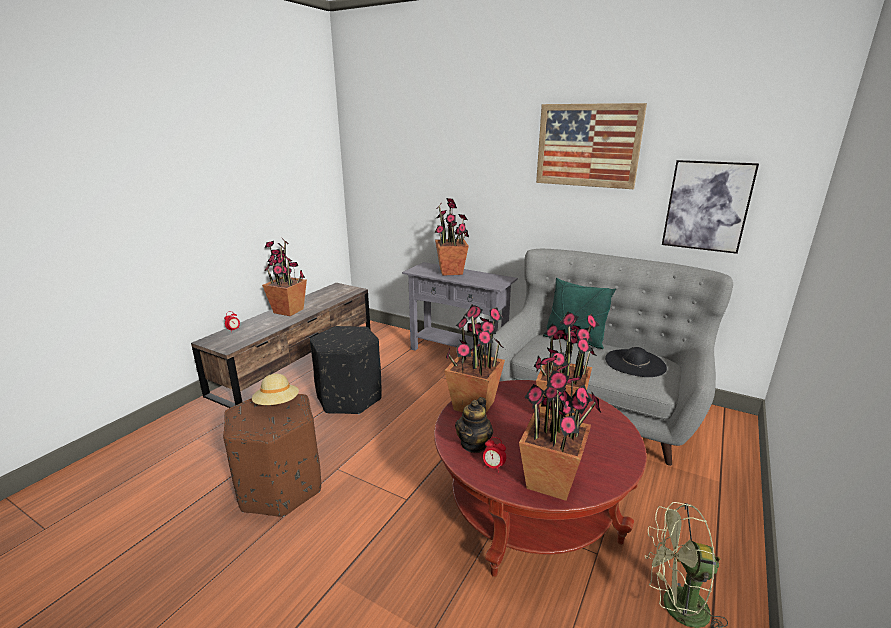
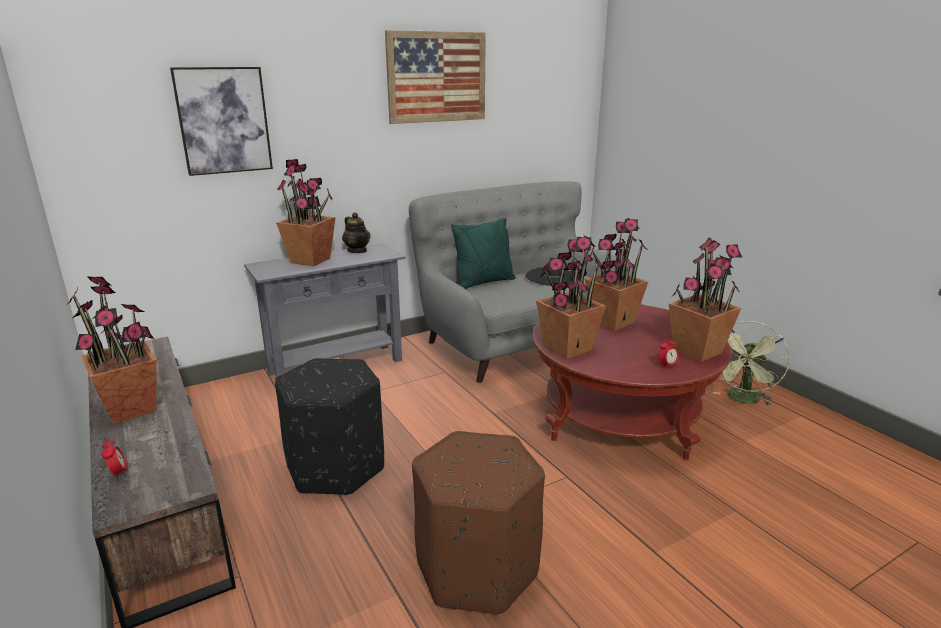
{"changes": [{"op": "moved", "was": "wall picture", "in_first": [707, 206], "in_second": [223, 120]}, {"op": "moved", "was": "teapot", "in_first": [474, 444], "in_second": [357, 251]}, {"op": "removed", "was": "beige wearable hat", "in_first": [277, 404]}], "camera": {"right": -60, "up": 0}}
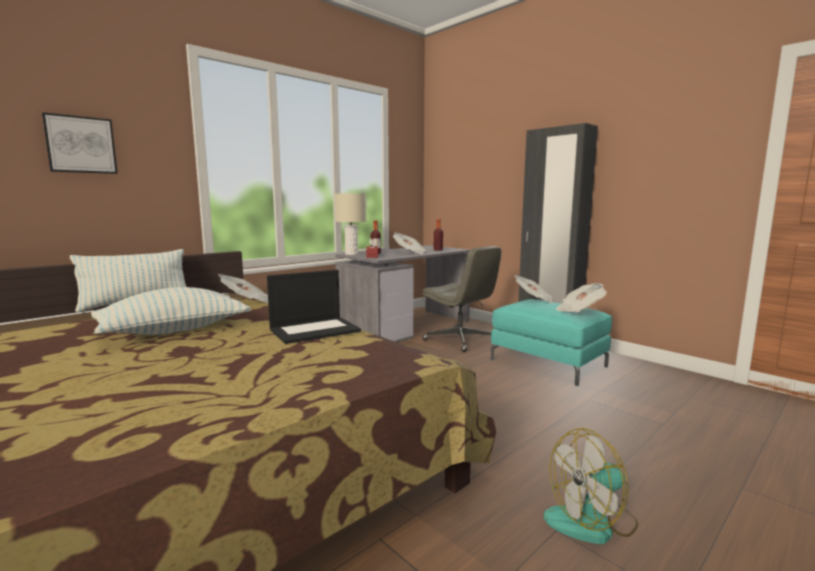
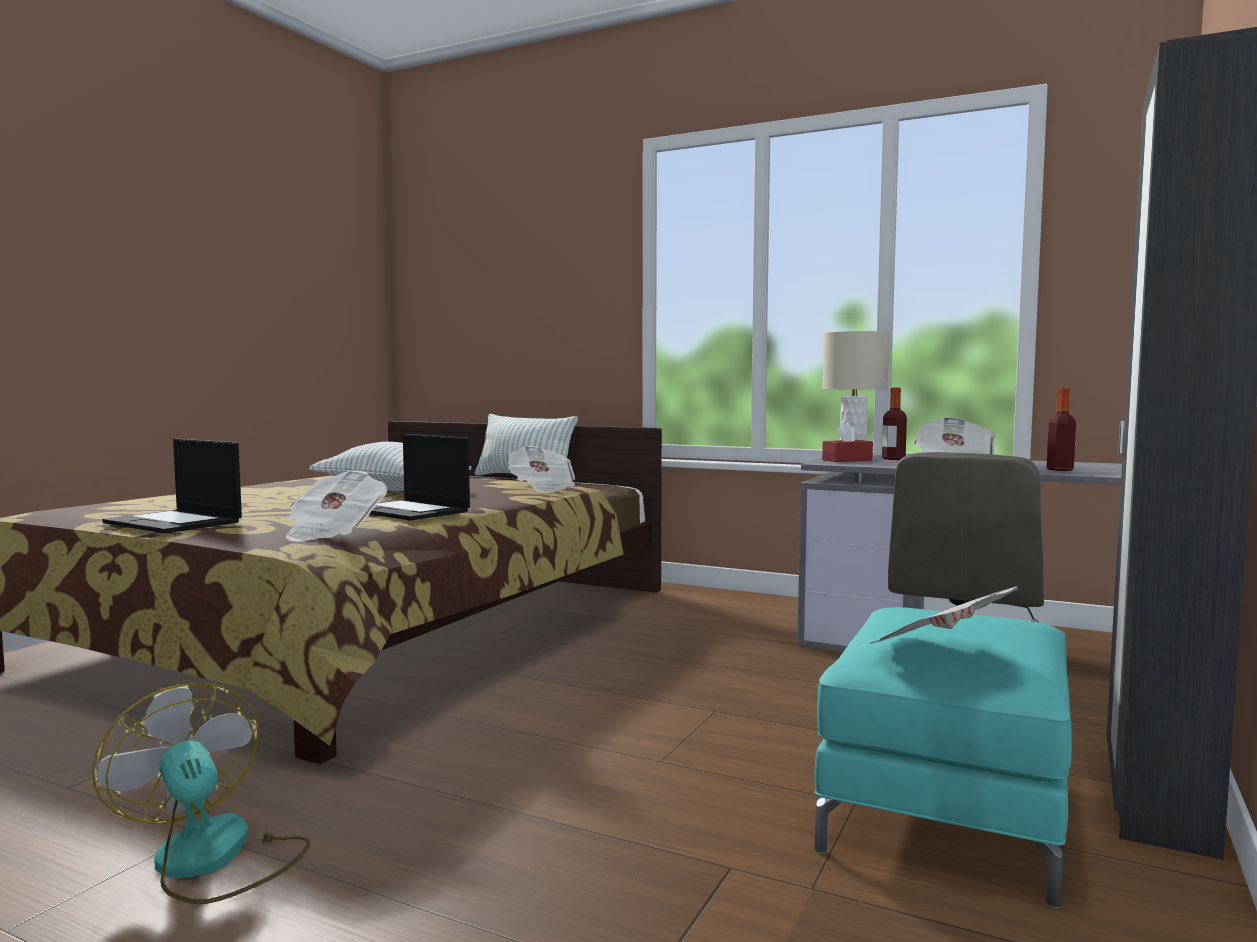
{"changes": [{"op": "added", "now": "notebook computer", "in_second": [175, 522]}, {"op": "moved", "was": "printed paper", "in_first": [534, 300], "in_second": [333, 533]}, {"op": "removed", "was": "wall picture", "in_first": [81, 145]}], "camera": {"right": 70, "up": -5}}
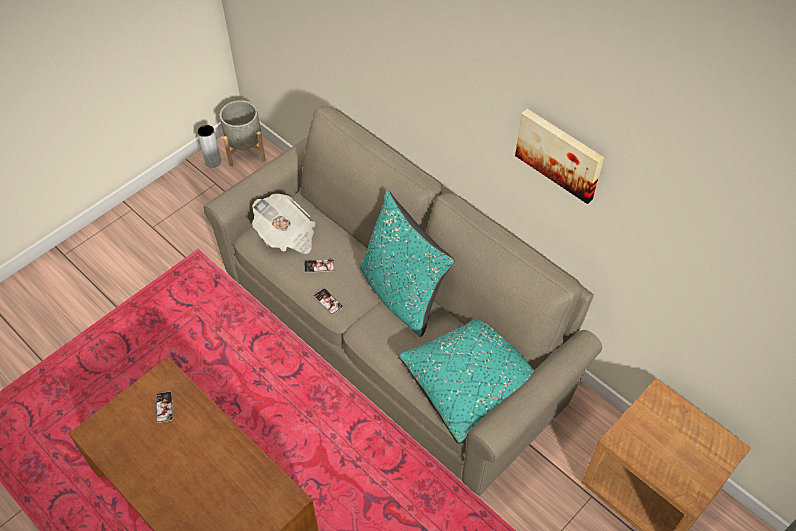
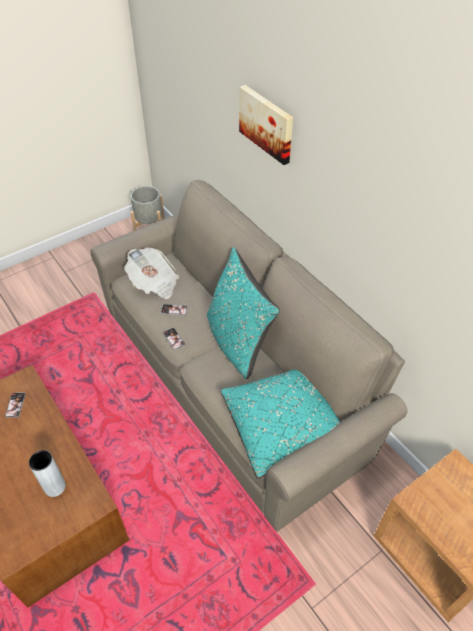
{"changes": [{"op": "moved", "was": "grey decorative vase", "in_first": [213, 162], "in_second": [55, 487]}, {"op": "moved", "was": "wall picture", "in_first": [560, 154], "in_second": [267, 123]}], "camera": {"right": 10, "up": -5}}
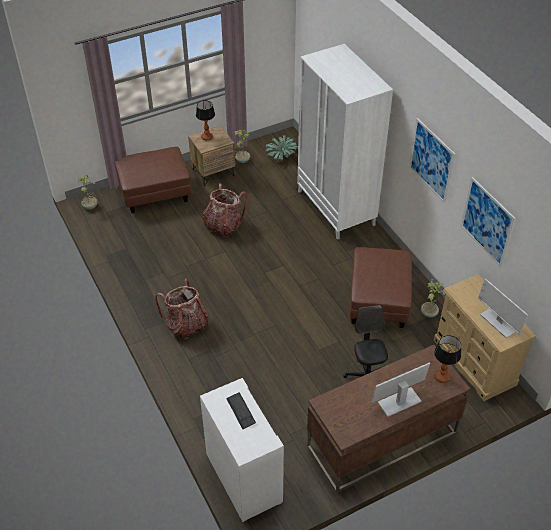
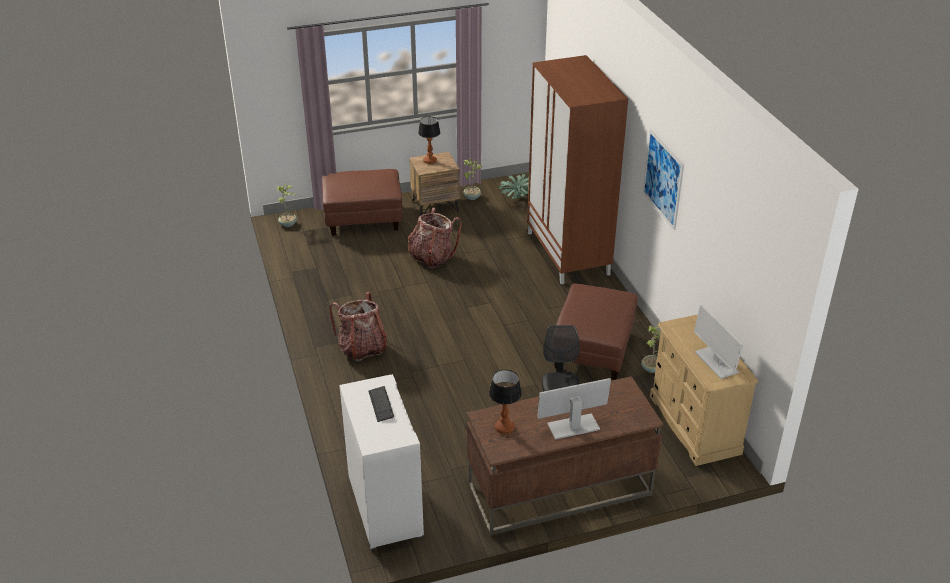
{"changes": [{"op": "moved", "was": "table lamp", "in_first": [442, 376], "in_second": [504, 427]}, {"op": "recoloured", "was": "whitish clothes cupboard", "now": "brownish clothes cupboard", "in_first": [336, 208], "in_second": [568, 253]}, {"op": "removed", "was": "wall picture", "in_first": [487, 222]}], "camera": {"right": 10, "up": -10}}
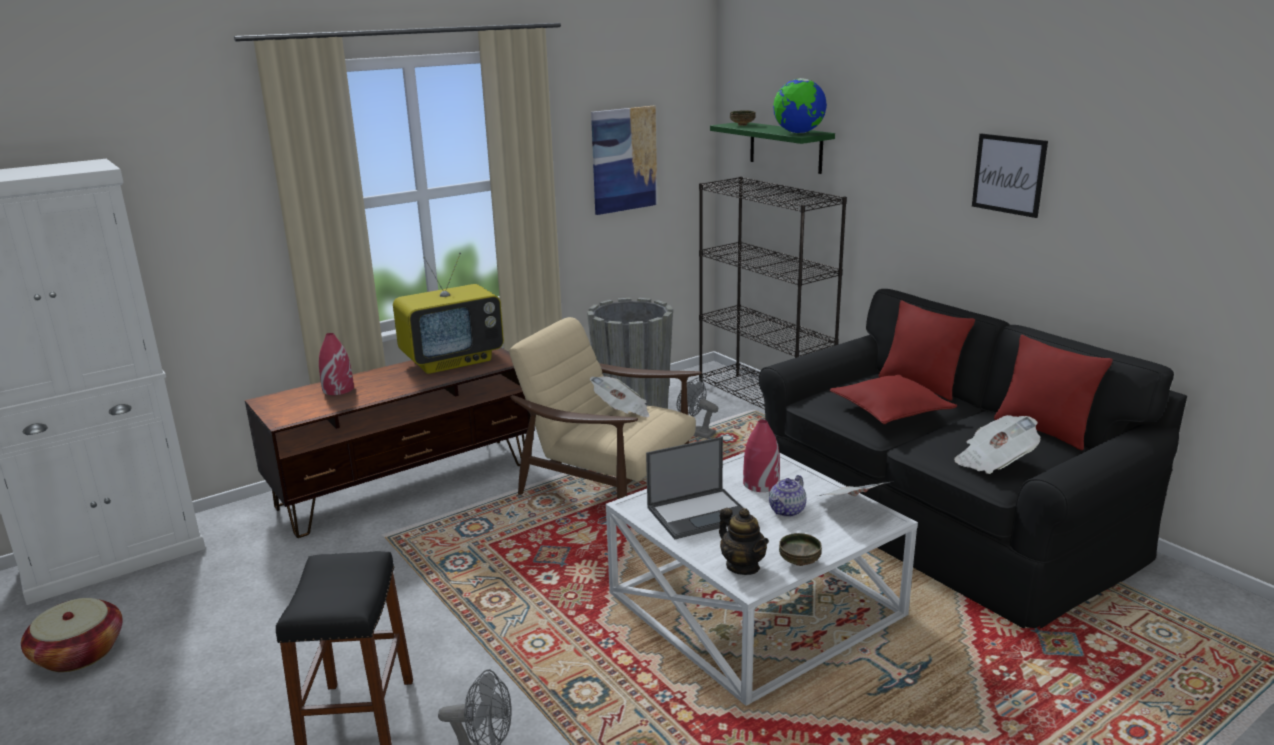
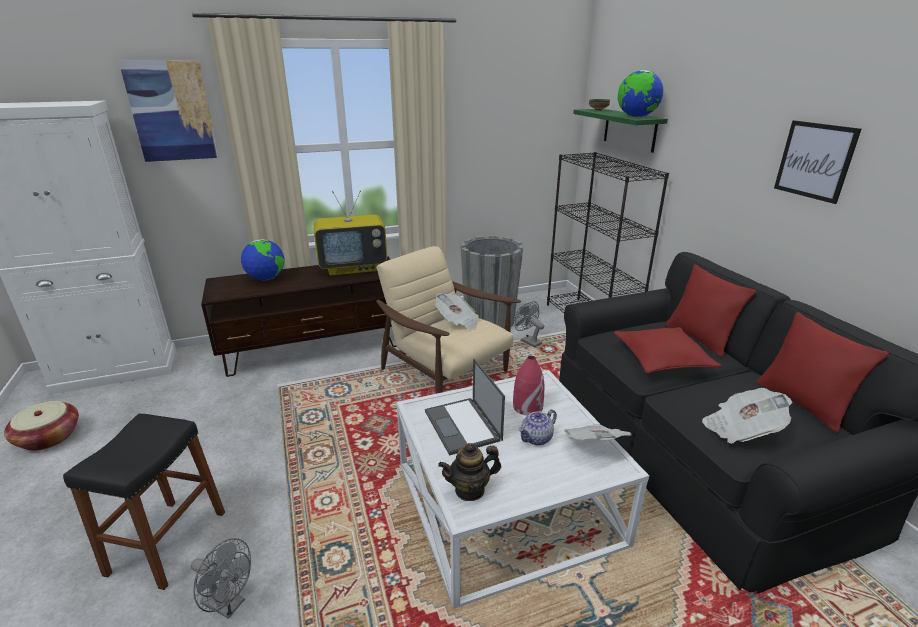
{"changes": [{"op": "moved", "was": "wall picture", "in_first": [624, 159], "in_second": [172, 111]}, {"op": "replaced", "was": "reddish decorative vase", "now": "desk globe", "in_first": [338, 389], "in_second": [266, 279]}, {"op": "turned", "was": "notebook computer", "in_first": [700, 513], "in_second": [463, 426], "clockwise": 75}, {"op": "turned", "was": "teapot", "in_first": [743, 566], "in_second": [470, 490], "clockwise": 90}, {"op": "removed", "was": "serving bowl", "in_first": [800, 562]}], "camera": {"right": 15, "up": 5}}
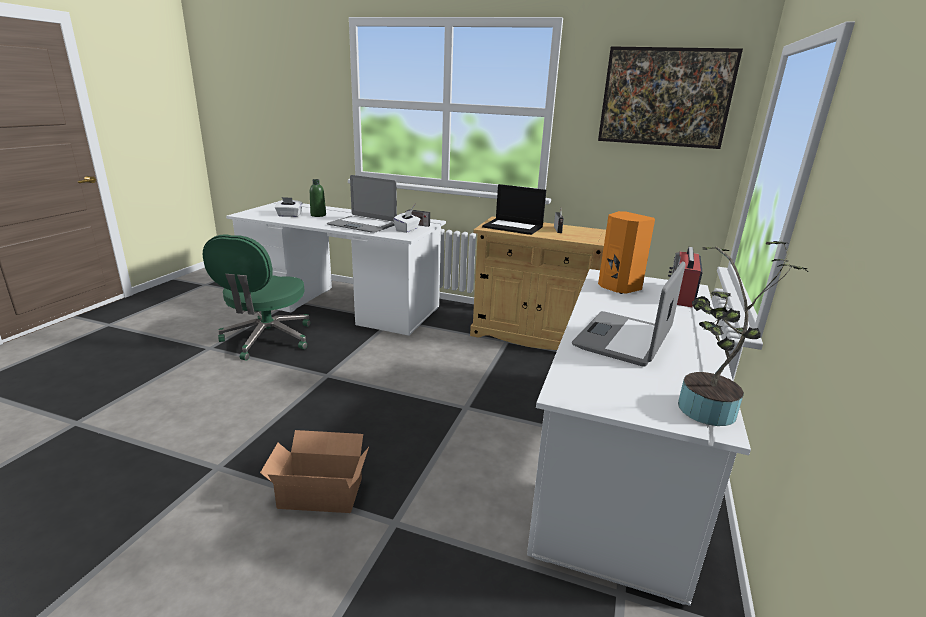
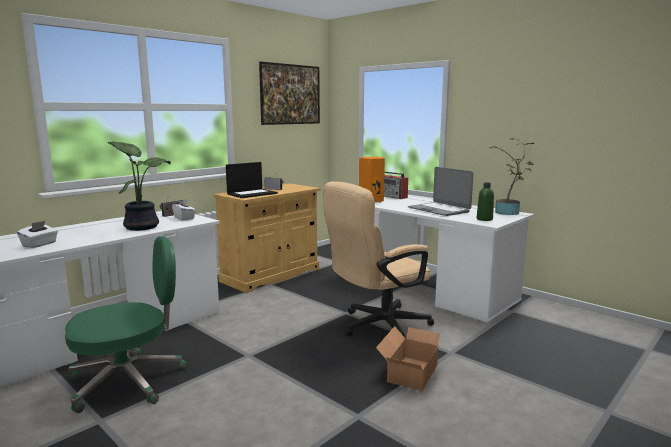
{"changes": [{"op": "turned", "was": "greenish computer chair", "in_first": [267, 339], "in_second": [129, 381], "clockwise": -60}, {"op": "replaced", "was": "notebook computer", "now": "potted plant", "in_first": [362, 225], "in_second": [142, 226]}, {"op": "added", "now": "beige computer chair", "in_second": [377, 326]}, {"op": "moved", "was": "greenish drink bottle", "in_first": [318, 215], "in_second": [484, 219]}], "camera": {"right": -65, "up": -10}}
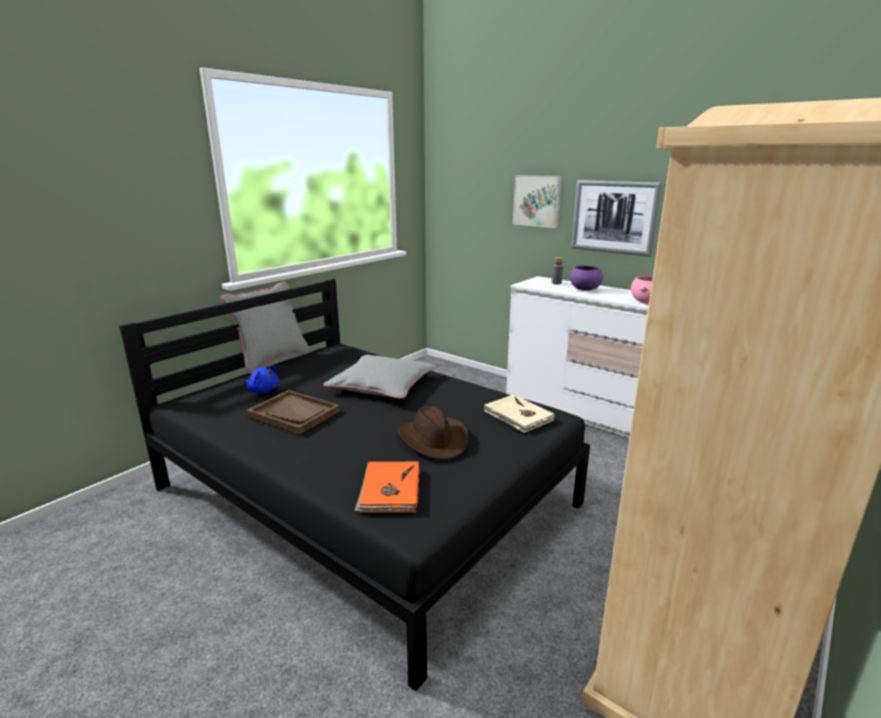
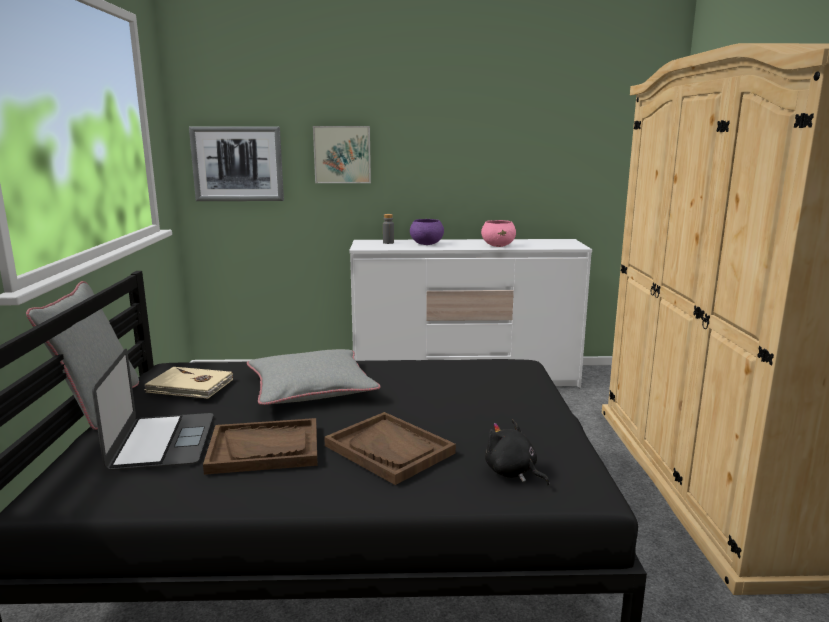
{"changes": [{"op": "replaced", "was": "blue-coloured plush toy", "now": "notebook computer", "in_first": [263, 390], "in_second": [162, 441]}, {"op": "moved", "was": "beige book", "in_first": [517, 416], "in_second": [190, 386]}, {"op": "moved", "was": "wall picture", "in_first": [614, 217], "in_second": [237, 164]}, {"op": "added", "now": "brownish tray", "in_second": [389, 449]}, {"op": "replaced", "was": "orange book", "now": "black plush toy", "in_first": [389, 490], "in_second": [512, 472]}, {"op": "removed", "was": "brownish wearable hat", "in_first": [434, 440]}], "camera": {"right": -40, "up": -5}}
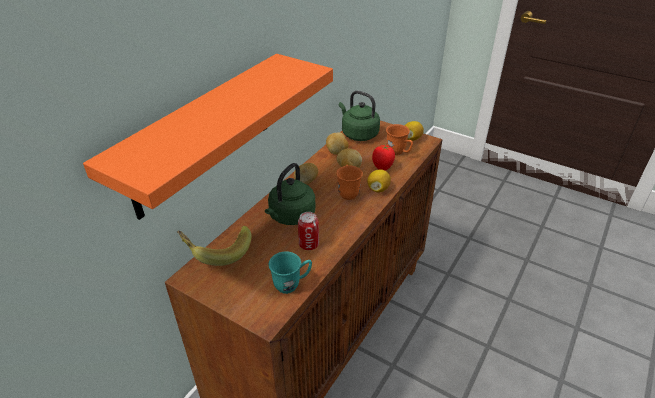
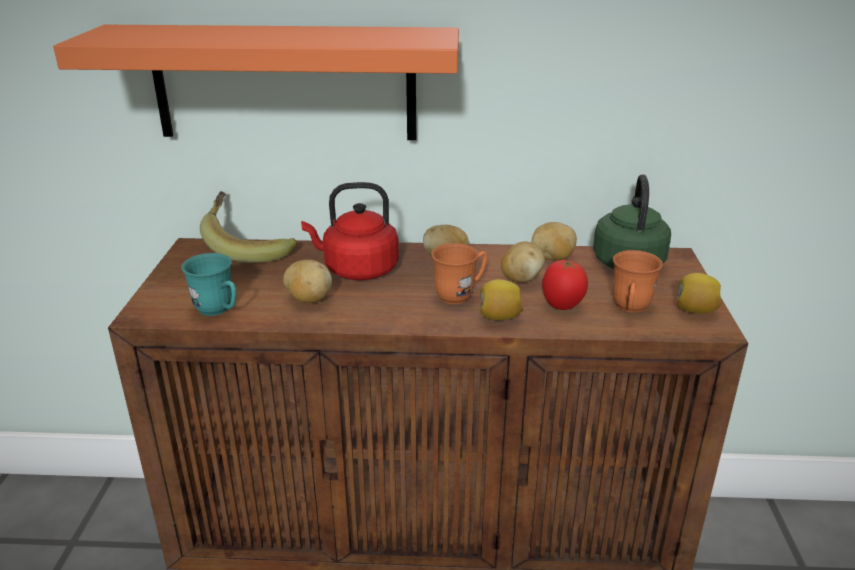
{"changes": [{"op": "replaced", "was": "metal can", "now": "whole potato", "in_first": [309, 244], "in_second": [308, 299]}, {"op": "recoloured", "was": "greenish water kettle", "now": "reddish water kettle", "in_first": [290, 216], "in_second": [357, 270]}], "camera": {"right": 60, "up": -10}}
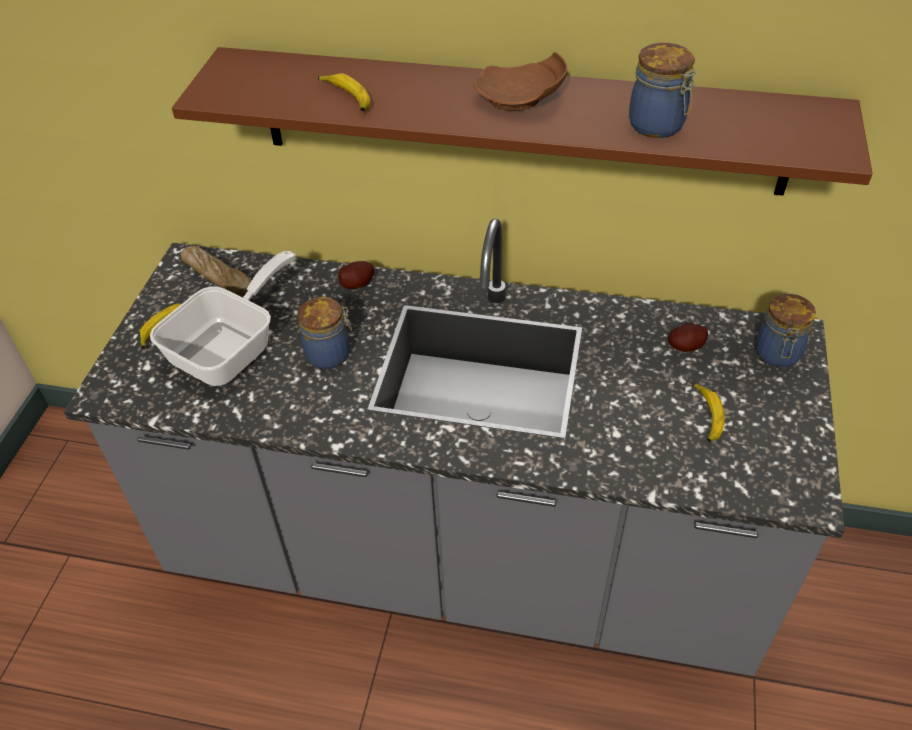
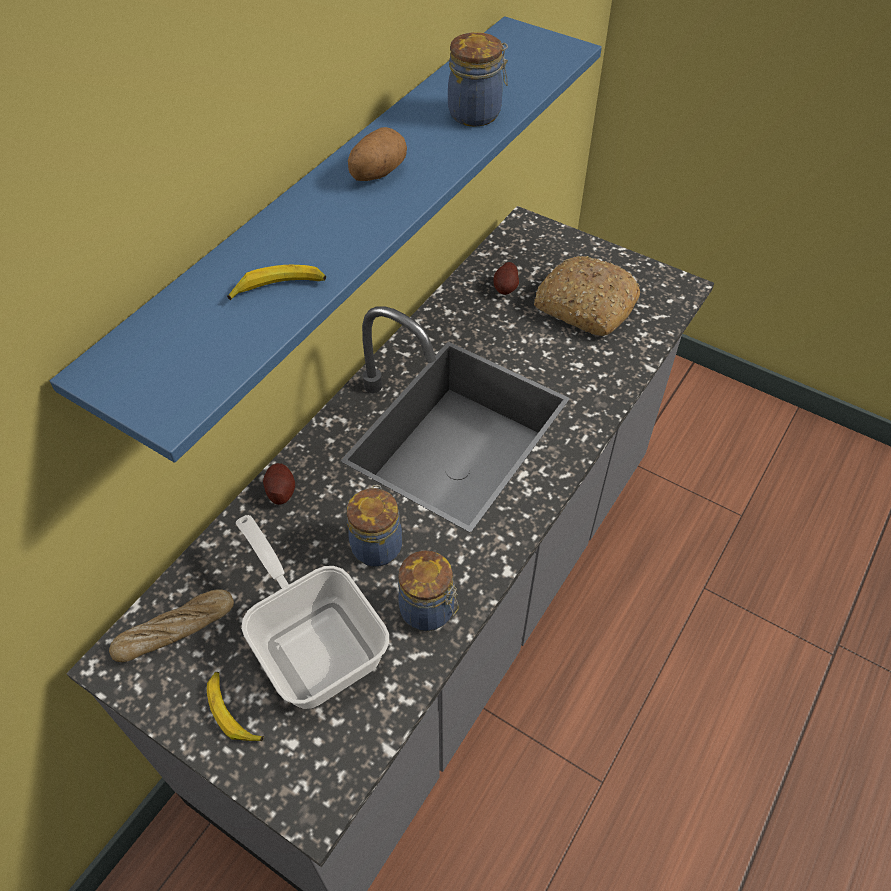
{"changes": [{"op": "recoloured", "was": "brownish shelf", "now": "blue-coloured shelf", "in_first": [519, 121], "in_second": [330, 211]}, {"op": "replaced", "was": "brownish dinner plate", "now": "whole potato", "in_first": [521, 99], "in_second": [377, 173]}, {"op": "moved", "was": "jar", "in_first": [777, 354], "in_second": [429, 610]}, {"op": "replaced", "was": "banana fruit", "now": "baked bread", "in_first": [706, 416], "in_second": [584, 306]}], "camera": {"right": -70, "up": 5}}
